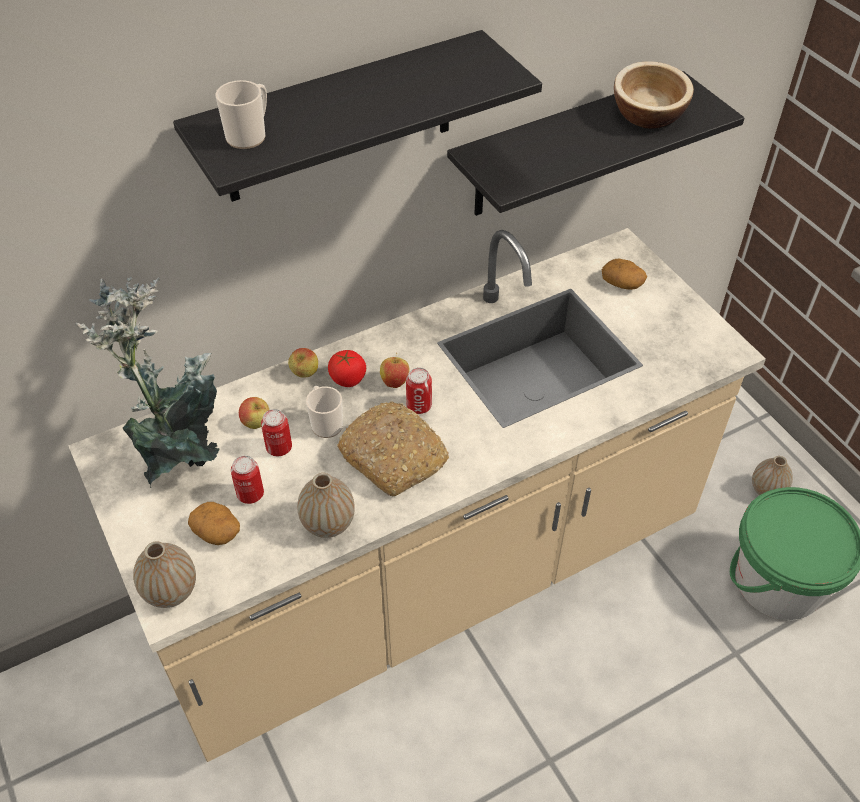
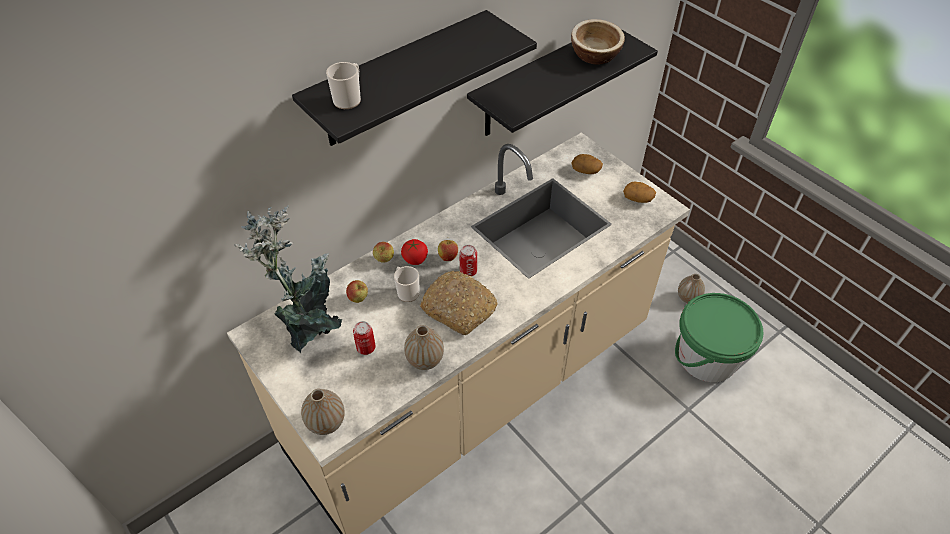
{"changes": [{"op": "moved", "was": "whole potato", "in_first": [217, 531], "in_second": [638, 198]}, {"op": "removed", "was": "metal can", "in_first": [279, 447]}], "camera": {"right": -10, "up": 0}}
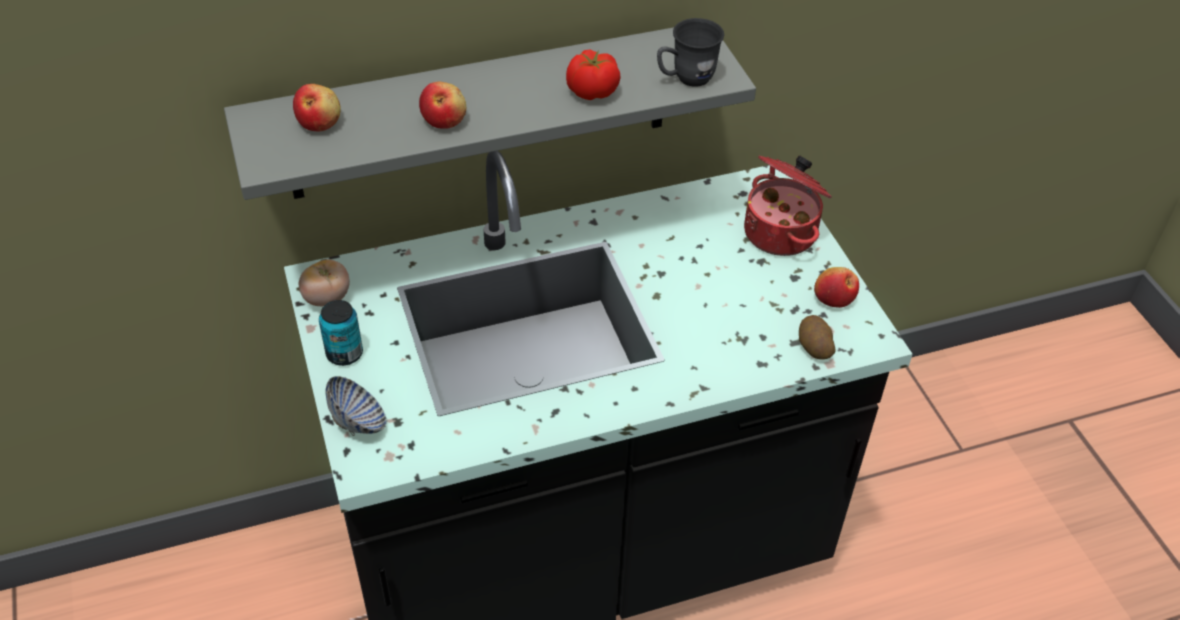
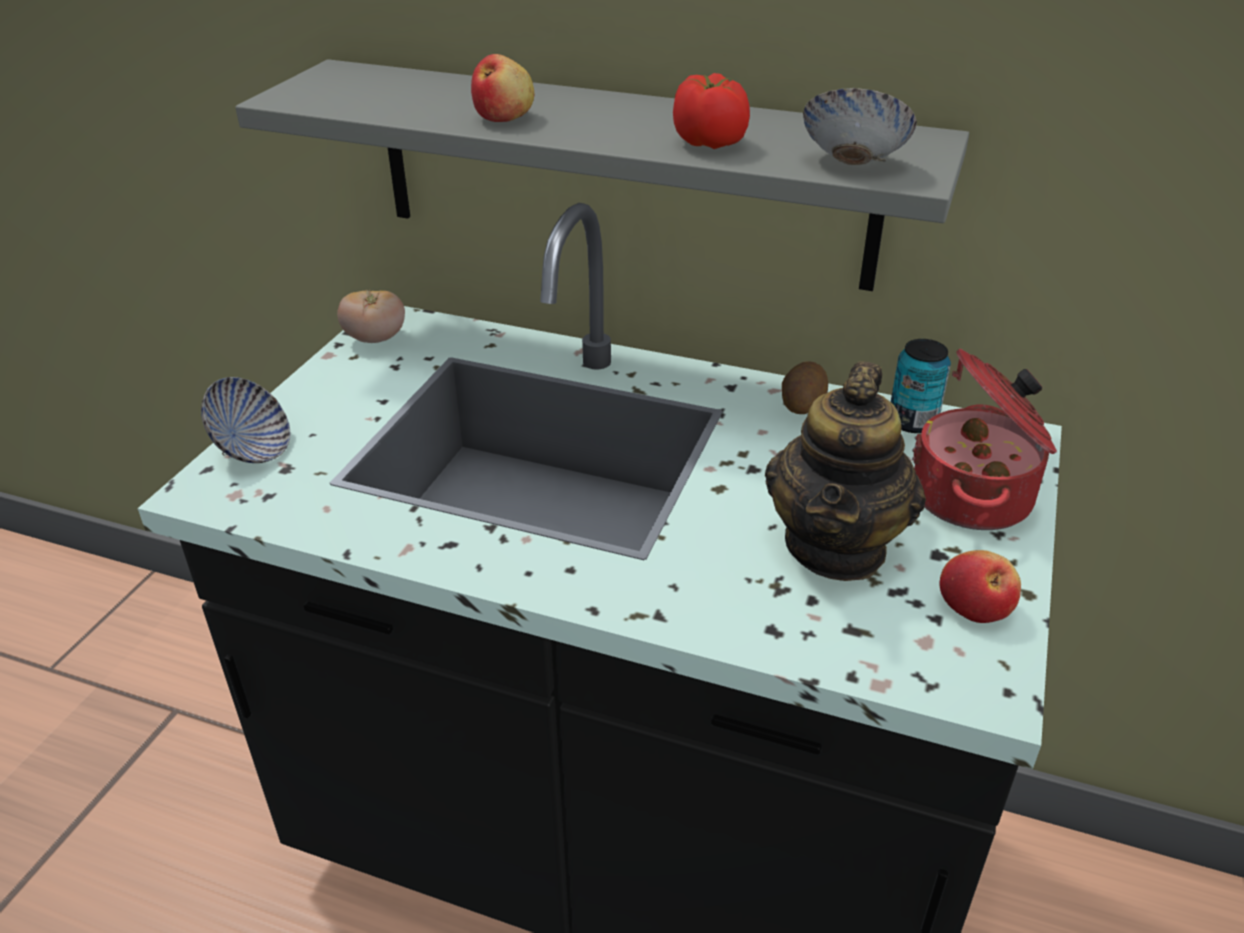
{"changes": [{"op": "added", "now": "teapot", "in_second": [836, 546]}, {"op": "moved", "was": "whole potato", "in_first": [813, 347], "in_second": [802, 404]}, {"op": "replaced", "was": "grey mug", "now": "serving bowl", "in_first": [685, 79], "in_second": [853, 164]}, {"op": "moved", "was": "metal can", "in_first": [344, 354], "in_second": [912, 421]}, {"op": "removed", "was": "whole apple", "in_first": [319, 123]}], "camera": {"right": 40, "up": -10}}
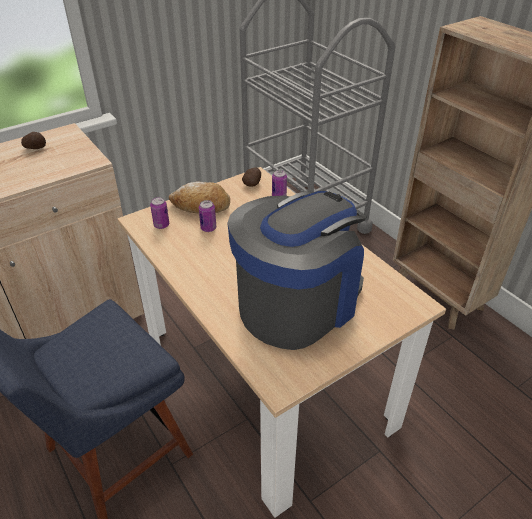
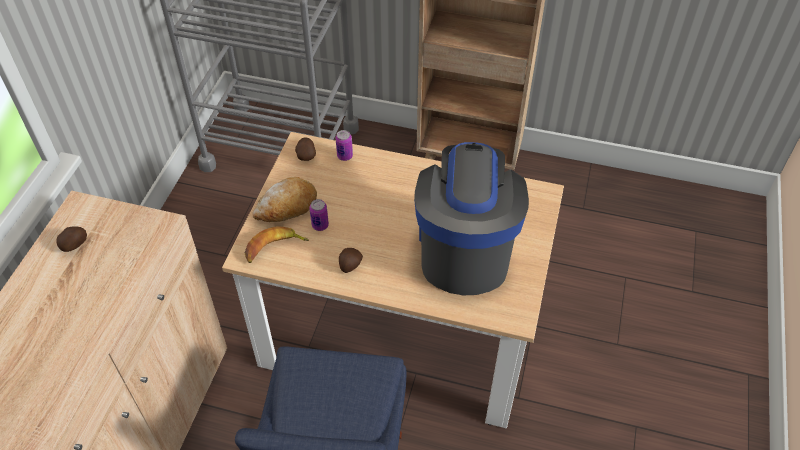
{"changes": [{"op": "replaced", "was": "metal can", "now": "banana fruit", "in_first": [161, 225], "in_second": [274, 248]}, {"op": "added", "now": "whole potato", "in_second": [349, 265]}], "camera": {"right": -40, "up": 10}}
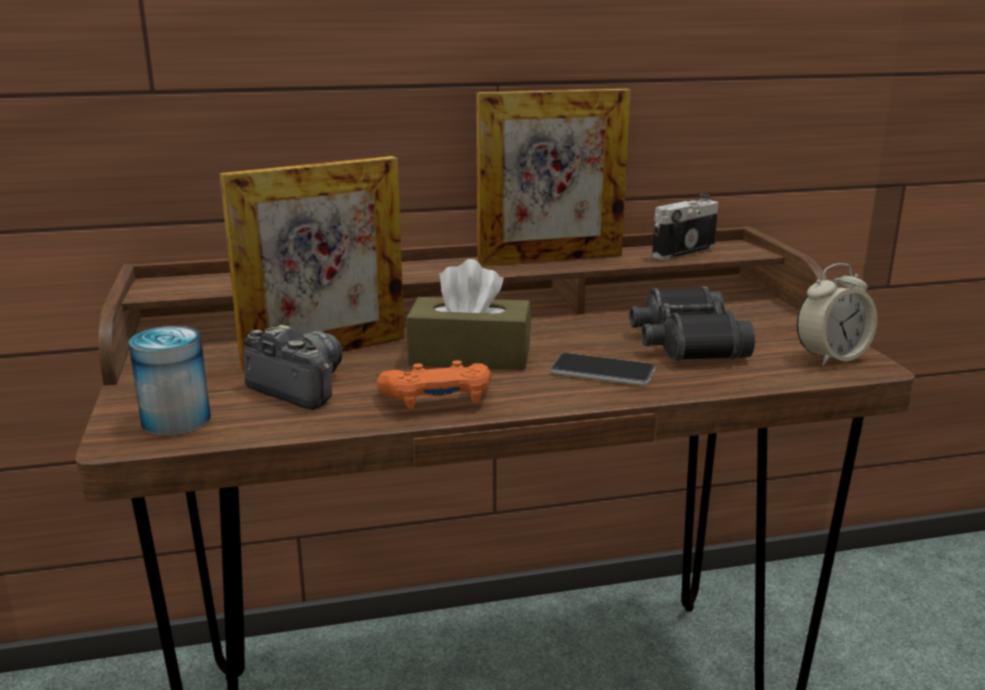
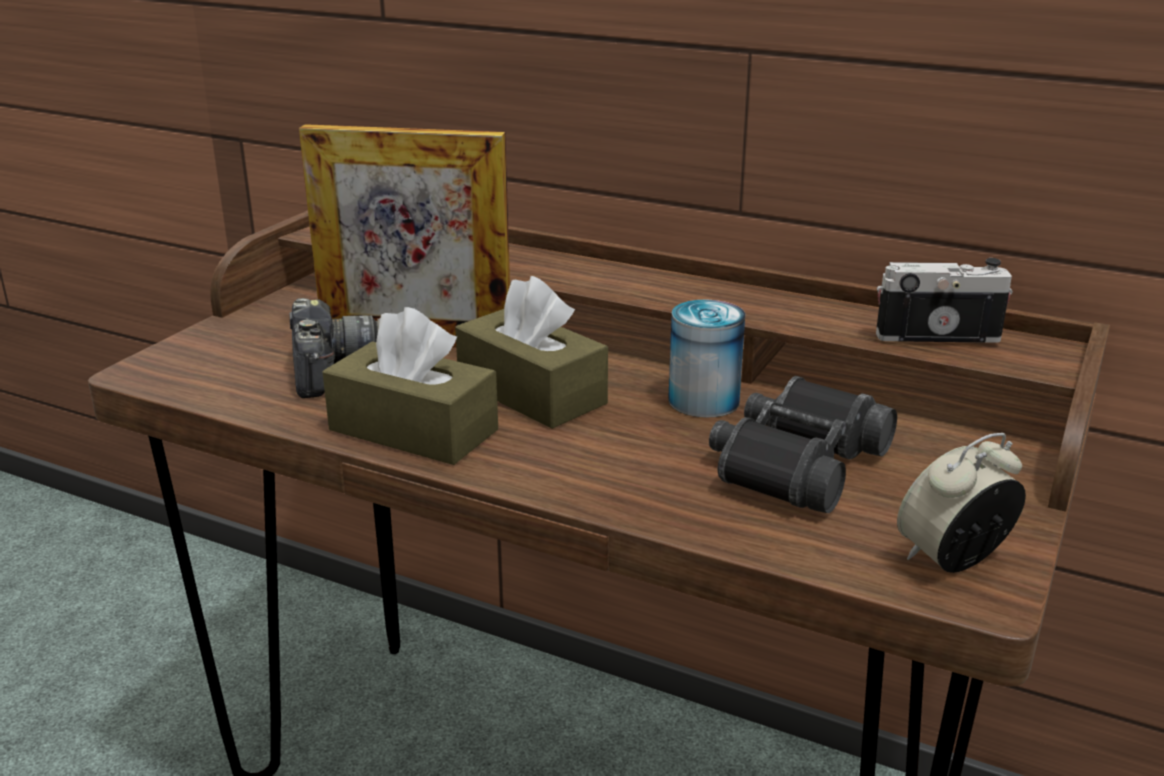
{"changes": [{"op": "replaced", "was": "orange game controller", "now": "brownish tissue holder", "in_first": [438, 400], "in_second": [413, 430]}, {"op": "moved", "was": "metal can", "in_first": [176, 420], "in_second": [703, 400]}, {"op": "turned", "was": "alarm clock", "in_first": [831, 357], "in_second": [952, 560], "clockwise": 135}, {"op": "removed", "was": "standing frame", "in_first": [550, 259]}, {"op": "removed", "was": "phone", "in_first": [602, 371]}], "camera": {"right": 40, "up": 5}}
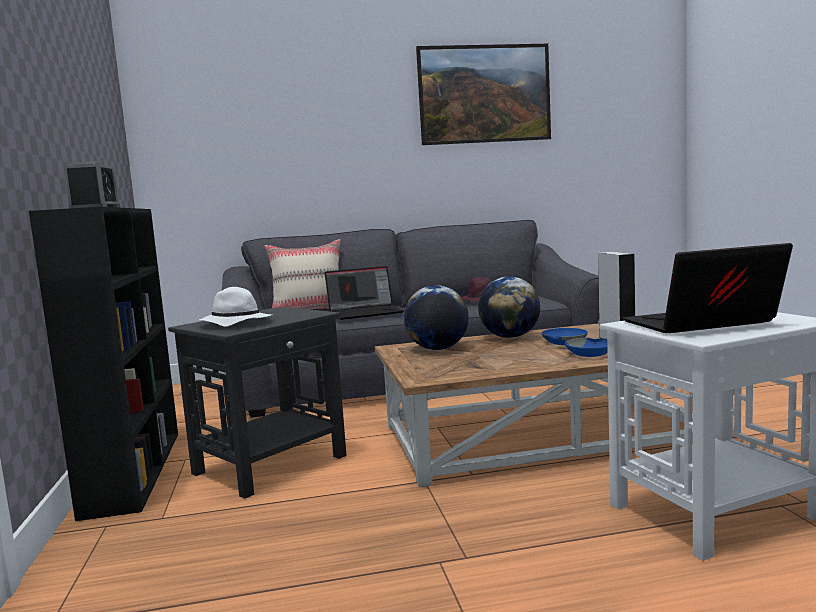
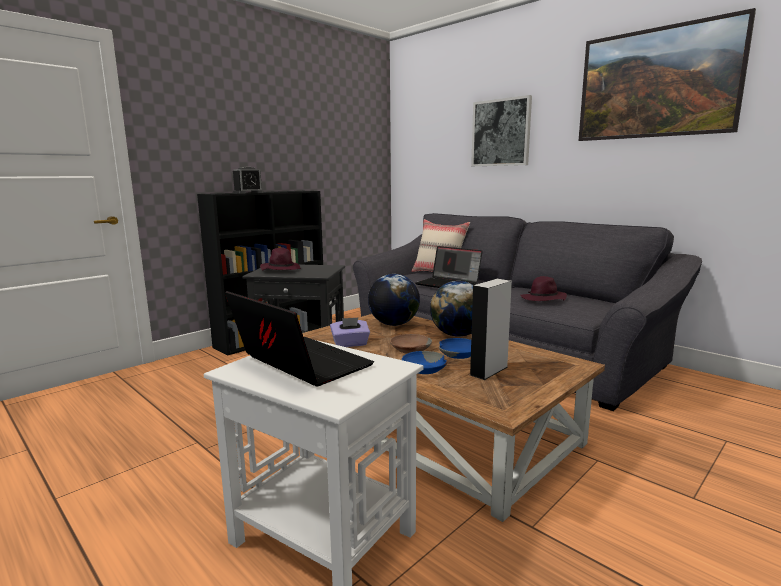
{"changes": [{"op": "recoloured", "was": "whitish wearable hat", "now": "purple-coloured wearable hat", "in_first": [235, 323], "in_second": [280, 269]}, {"op": "added", "now": "purple-coloured tissue holder", "in_second": [350, 344]}, {"op": "added", "now": "brownish serving bowl", "in_second": [409, 349]}, {"op": "added", "now": "wall picture", "in_second": [501, 133]}], "camera": {"right": 55, "up": 5}}
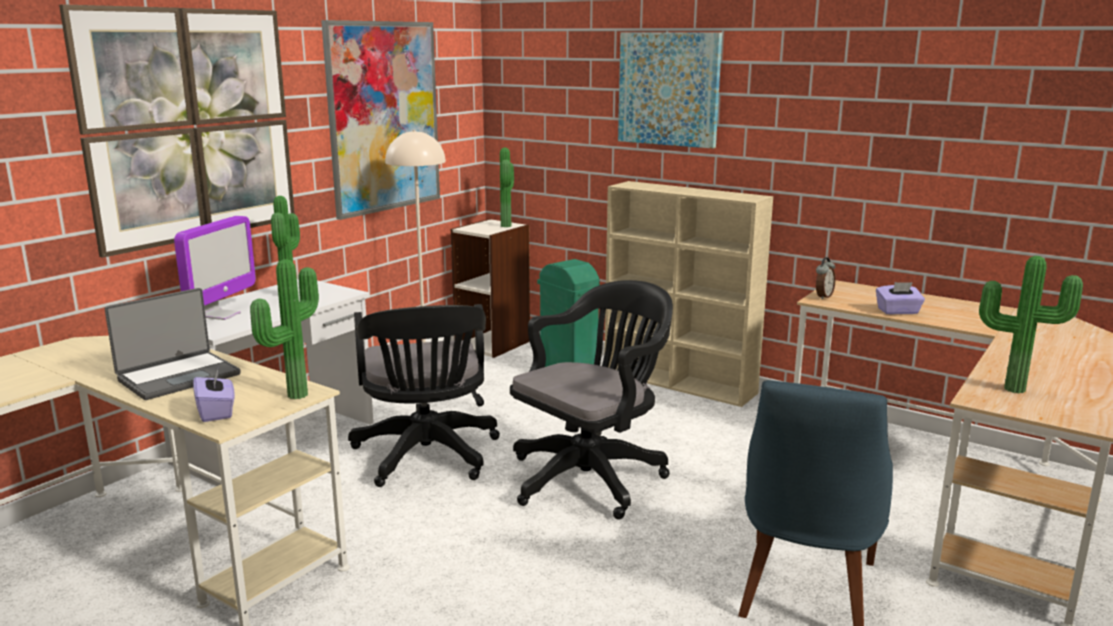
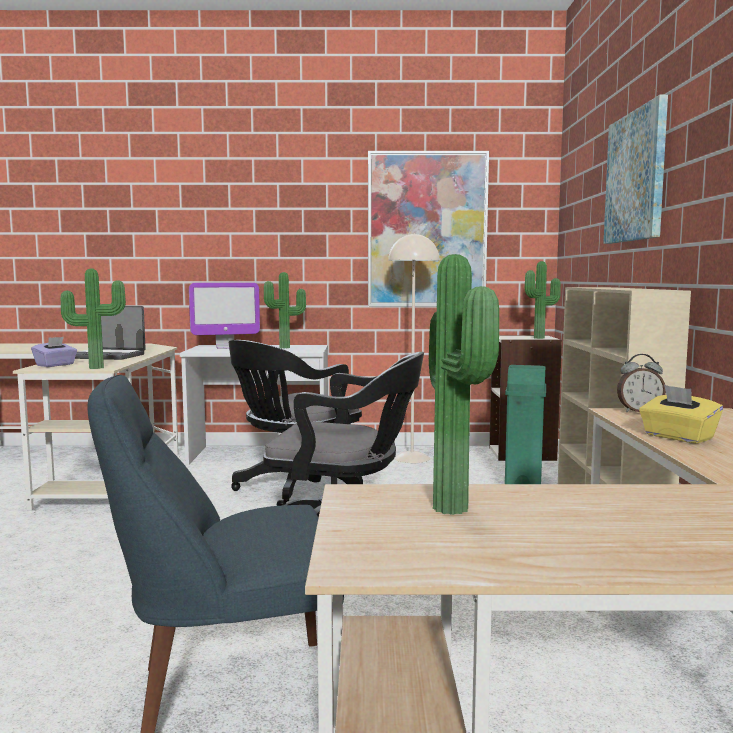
{"changes": [{"op": "recoloured", "was": "purple-coloured tissue holder", "now": "yellow-coloured tissue holder", "in_first": [898, 311], "in_second": [678, 437]}, {"op": "removed", "was": "wall picture", "in_first": [190, 126]}], "camera": {"right": 55, "up": -10}}
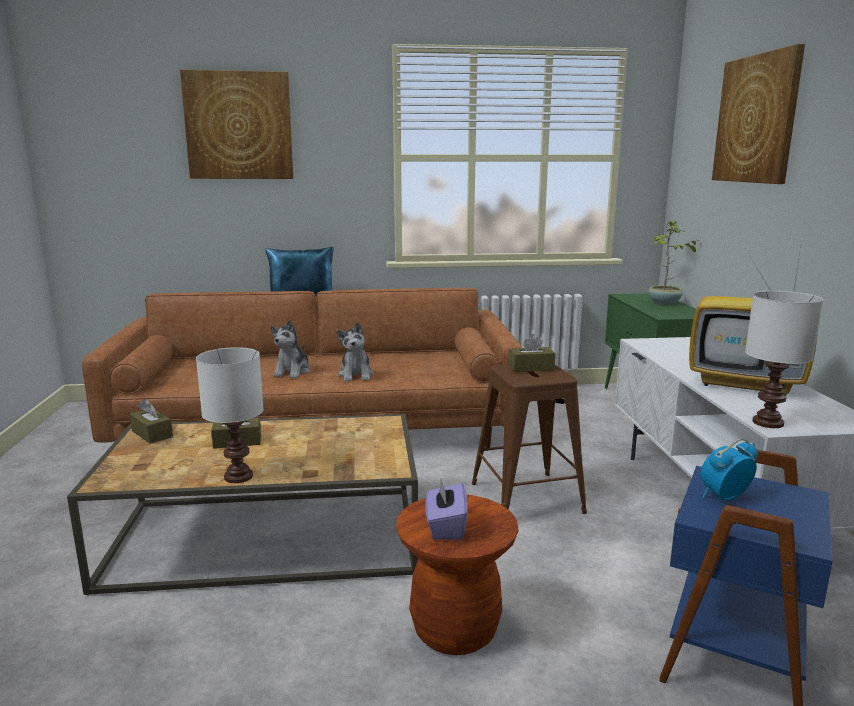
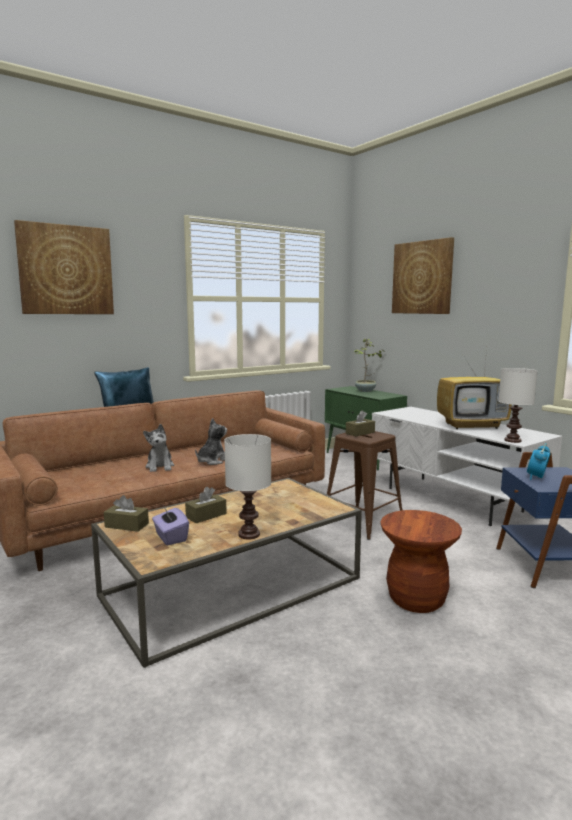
{"changes": [{"op": "moved", "was": "purple-coloured tissue holder", "in_first": [445, 527], "in_second": [170, 537]}, {"op": "turned", "was": "plush toy", "in_first": [356, 375], "in_second": [212, 461], "clockwise": -105}], "camera": {"right": -30, "up": -5}}
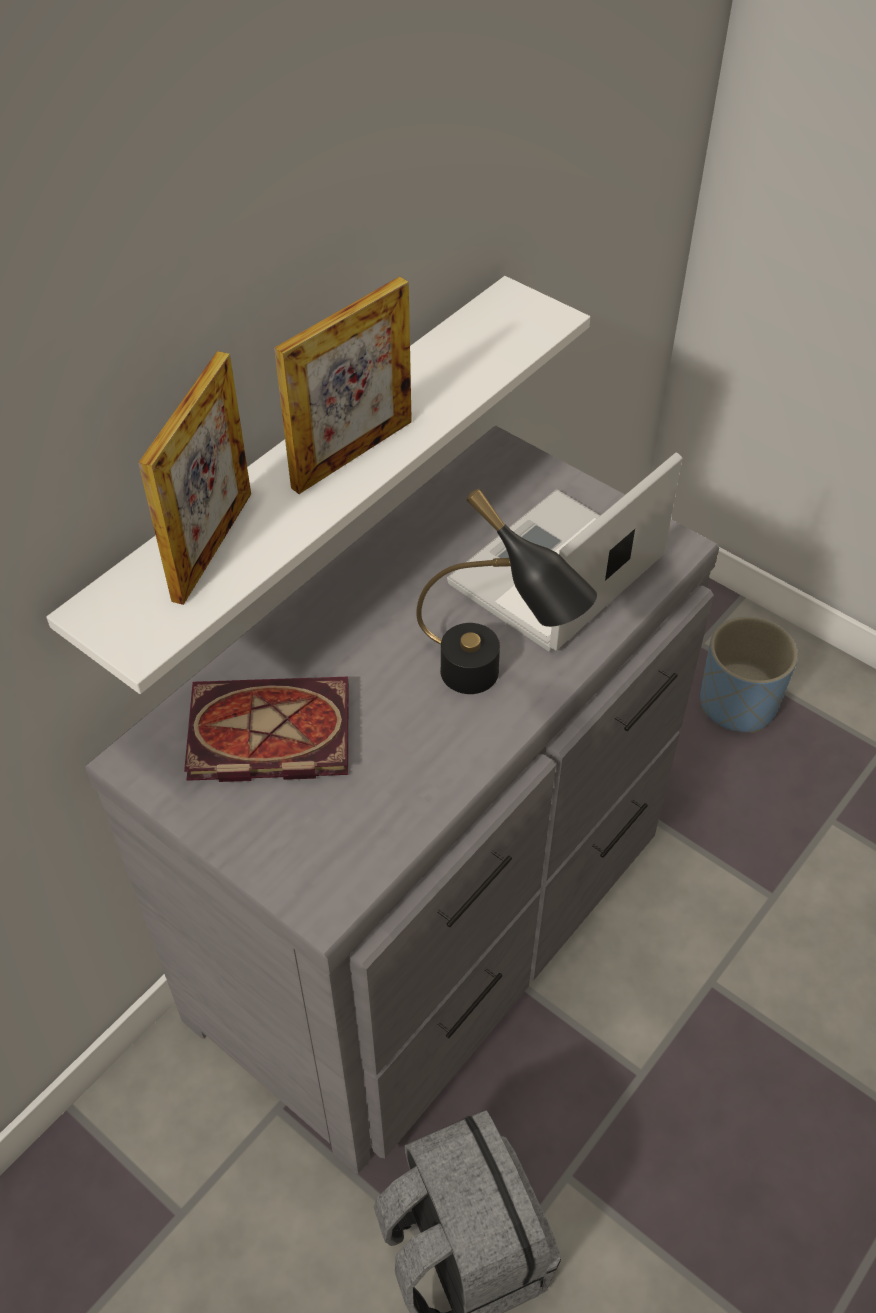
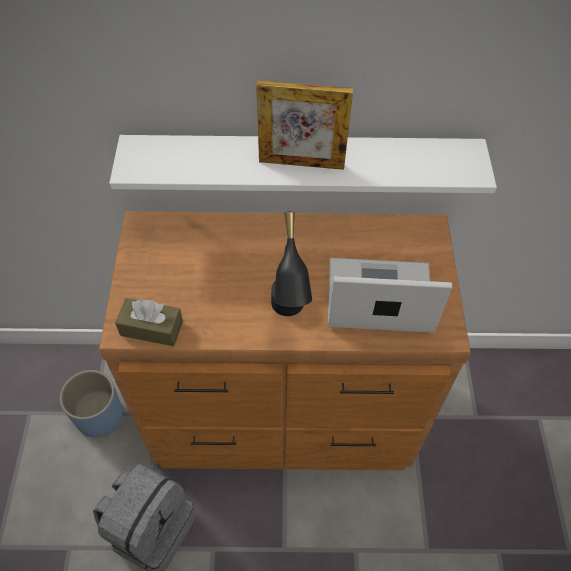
{"changes": [{"op": "moved", "was": "blue-coloured plant pot", "in_first": [738, 703], "in_second": [99, 416]}, {"op": "recoloured", "was": "grey chest of drawers", "now": "brownish chest of drawers", "in_first": [436, 922], "in_second": [284, 411]}, {"op": "added", "now": "brownish tissue holder", "in_second": [151, 328]}, {"op": "removed", "was": "standing frame", "in_first": [212, 546]}, {"op": "removed", "was": "book", "in_first": [265, 735]}], "camera": {"right": 50, "up": 5}}
